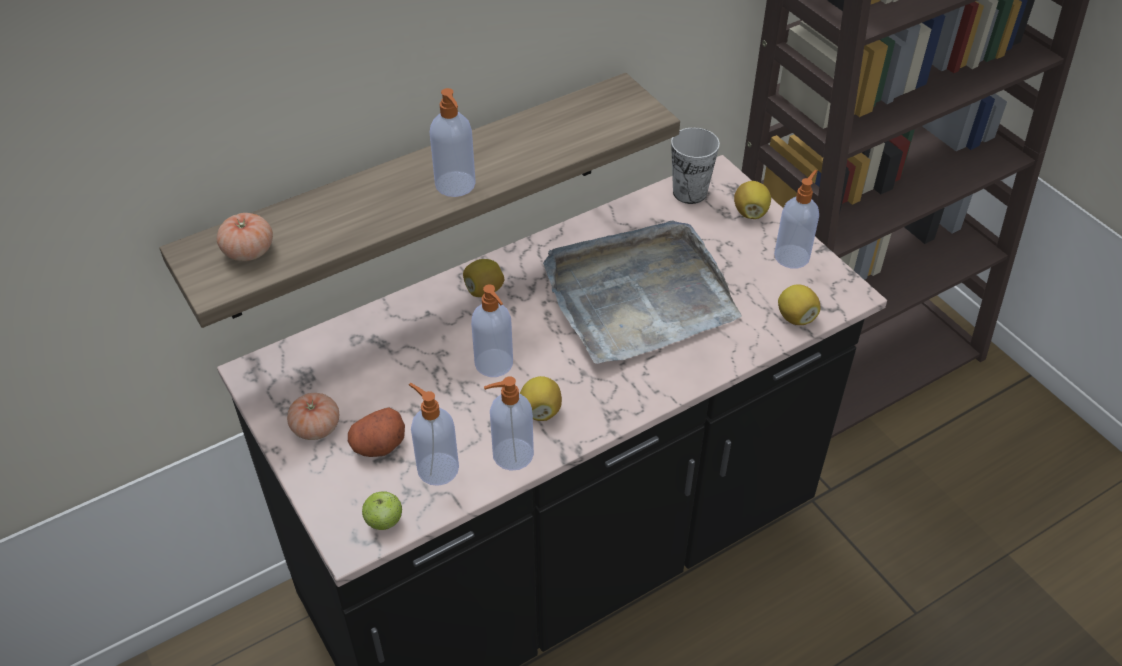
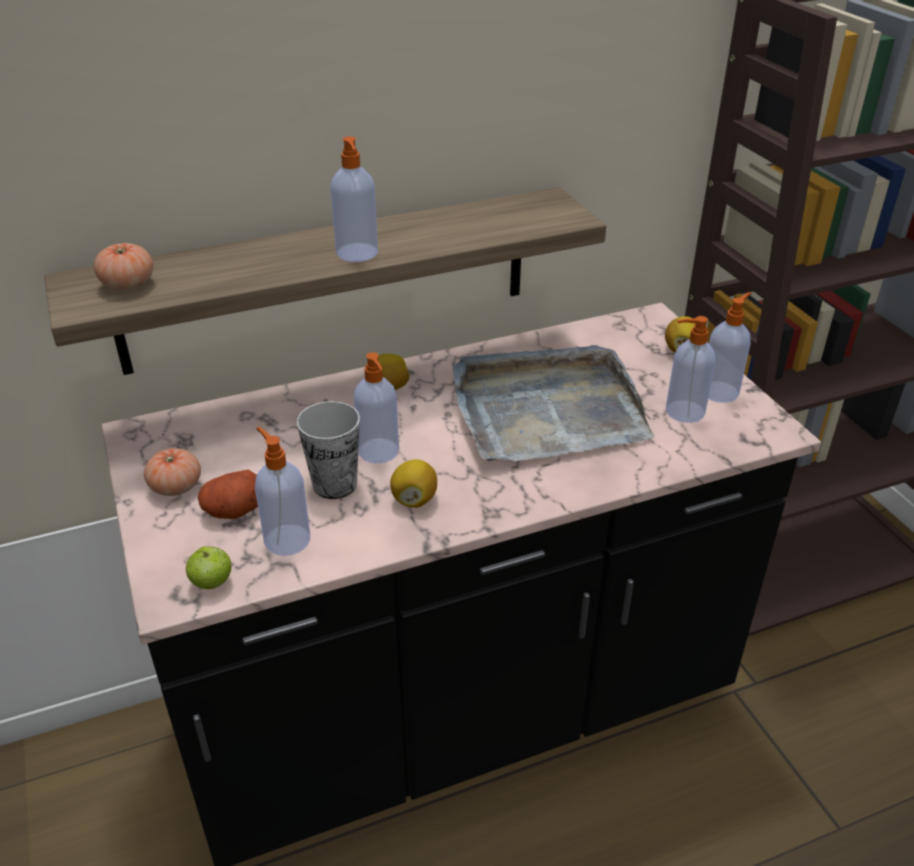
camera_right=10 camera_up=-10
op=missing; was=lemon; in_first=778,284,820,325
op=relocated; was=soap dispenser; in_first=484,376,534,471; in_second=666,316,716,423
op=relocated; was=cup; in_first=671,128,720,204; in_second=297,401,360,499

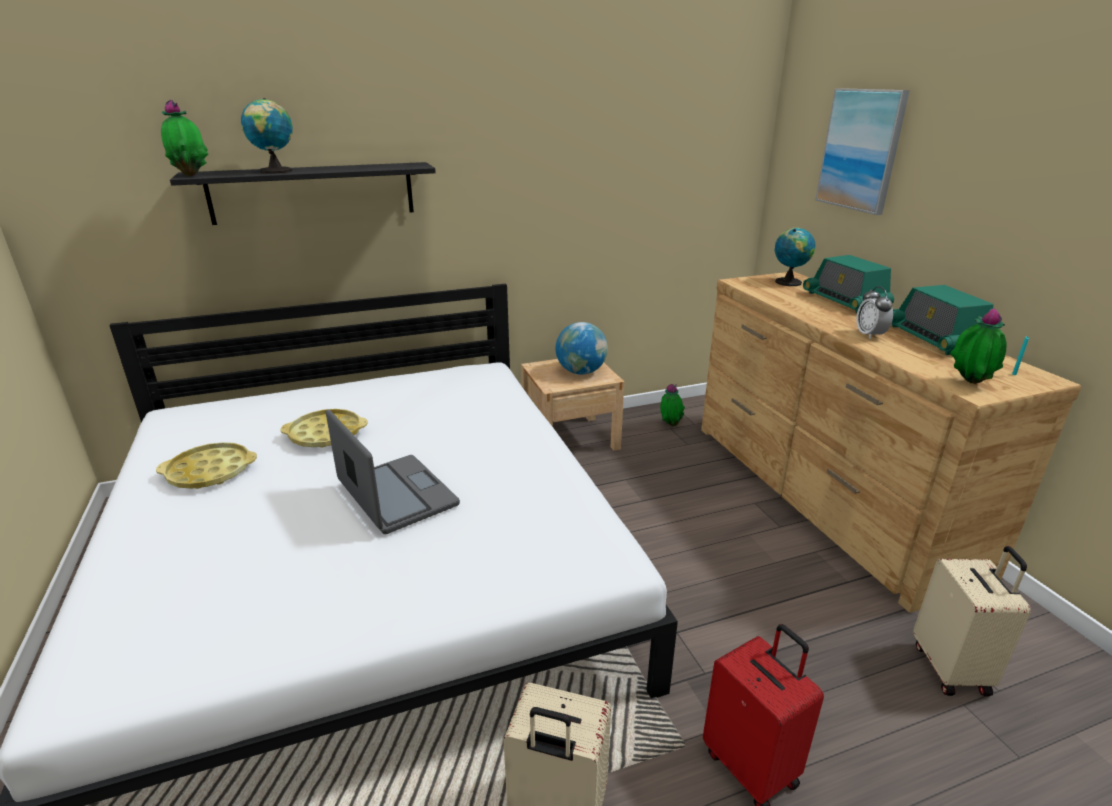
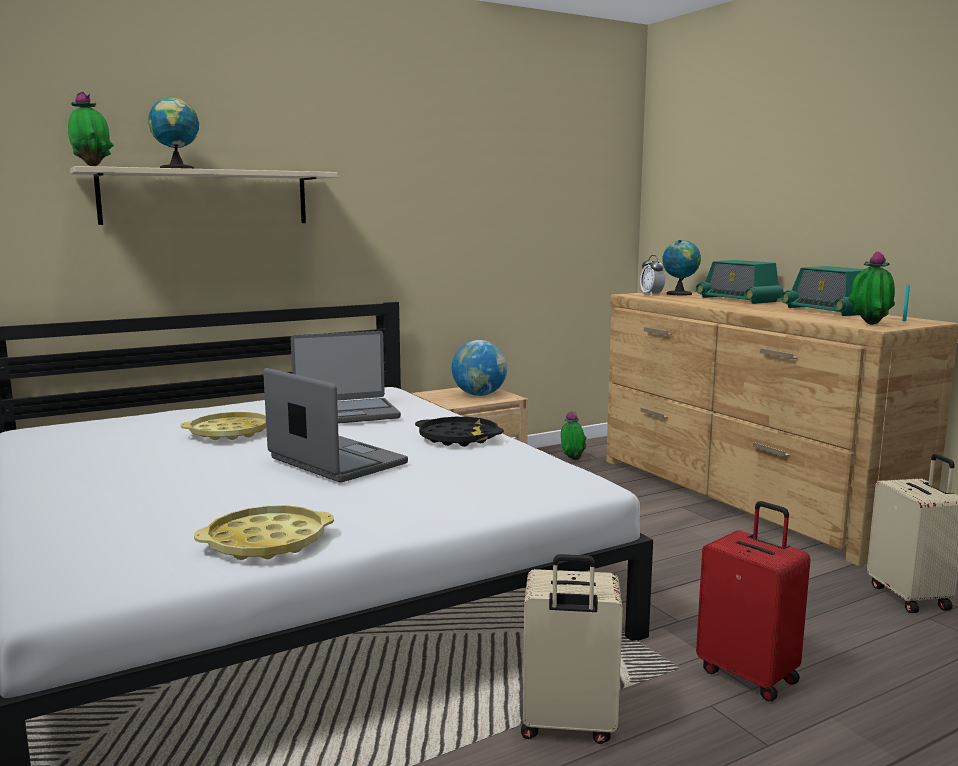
camera_right=-10 camera_up=-15
op=missing; was=picture; in_first=815,88,910,215
op=appeared; now=laptop; in_second=291,331,401,424
op=appeared; now=tray (black); in_second=415,417,504,447
op=relocated; was=tray (yellow); in_first=156,442,257,489; in_second=194,505,334,560
op=relocated; was=alarm clock; in_first=856,286,893,339; in_second=640,255,665,296
op=colour; was=shelf (black); now=shelf (beige); in_first=170,162,436,225; in_second=70,166,338,225

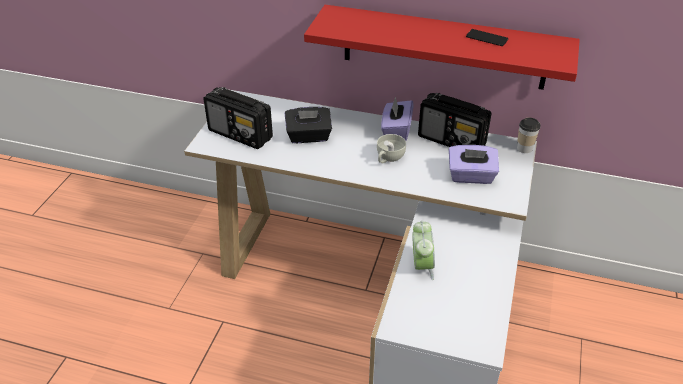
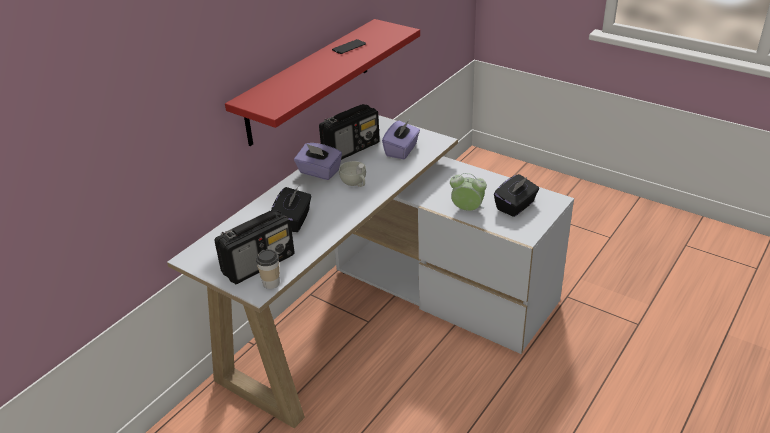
camera_right=-70 camera_up=-5
op=appeared; now=tissue box (black); in_second=494,174,539,217
op=relocated; was=cup; in_first=517,118,540,153; in_second=256,249,280,289

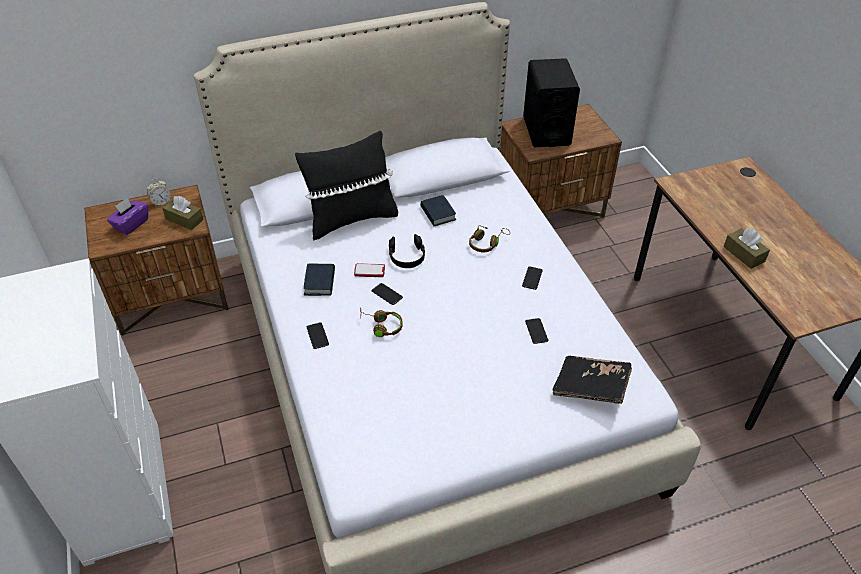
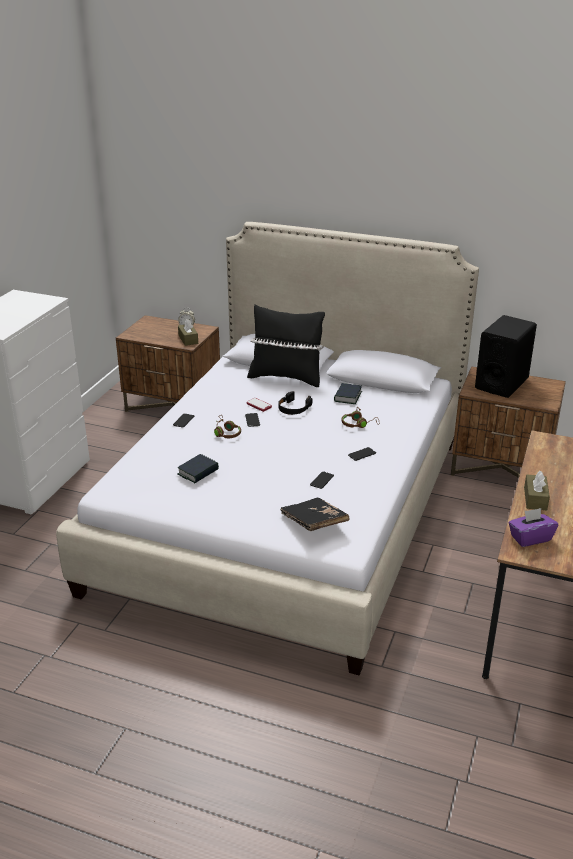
camera_right=40 camera_up=-15
op=relocated; was=tissue box (purple); in_first=107,197,148,235; in_second=508,508,558,547
op=relocated; was=book; in_first=304,264,335,296; in_second=177,454,219,483

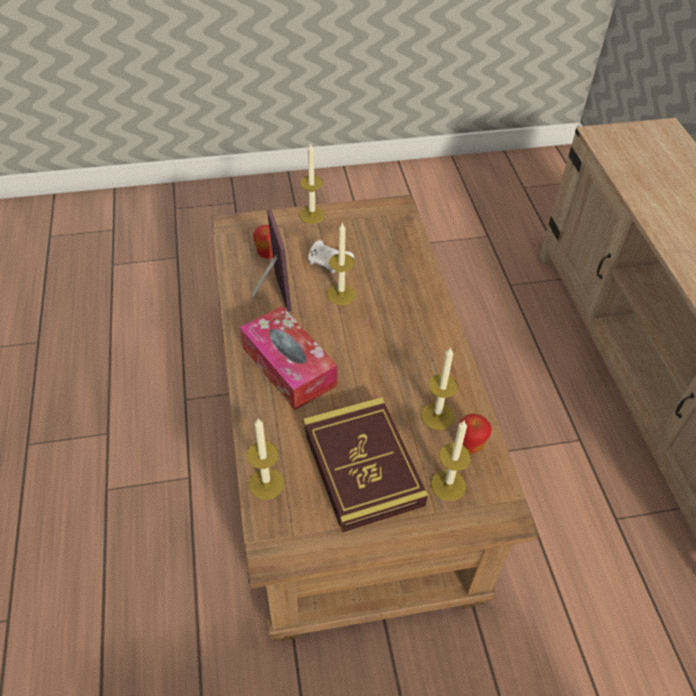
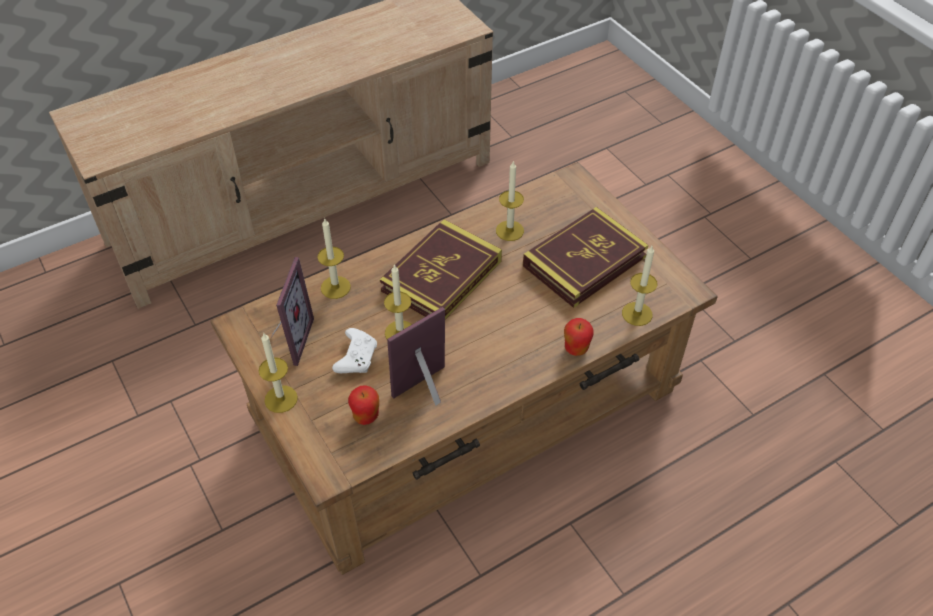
camera_right=-110 camera_up=0
op=missing; was=tissue box; in_first=240,306,337,410
op=appeared; now=picture frame; in_second=272,257,314,366
op=appeared; now=book; in_second=380,219,502,319
op=relocated; was=candle; in_first=431,421,471,501; in_second=317,218,351,299
op=relocated; was=apple; in_first=460,414,492,453; in_second=564,318,594,356

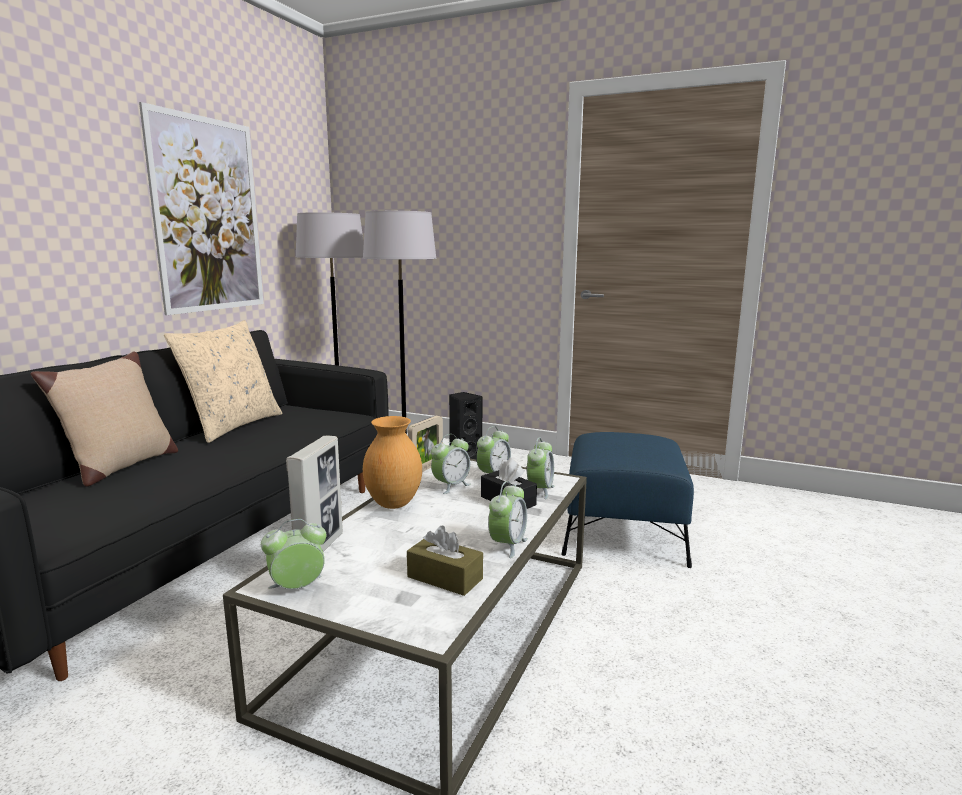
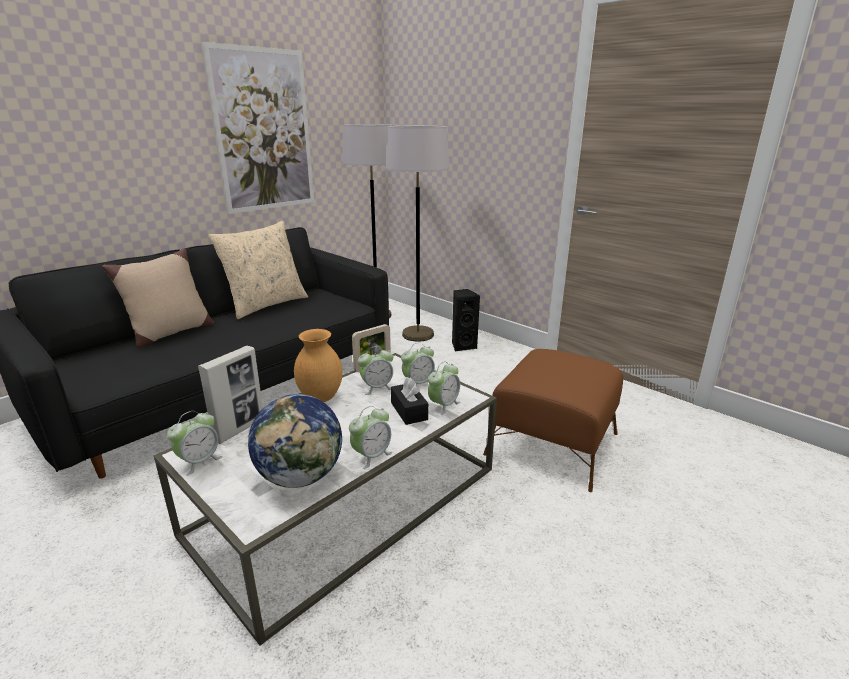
camera_right=20 camera_up=10
op=exchanged; was=tissue box (brown); now=globe; in_first=407,526,483,596; in_second=248,394,342,488
op=colour; was=ottoman (blue); now=ottoman (brown); in_first=561,432,694,568; in_second=483,349,623,492
op=spun; was=alarm clock; in_first=261,519,327,589; in_second=167,411,223,476; clockwise=135

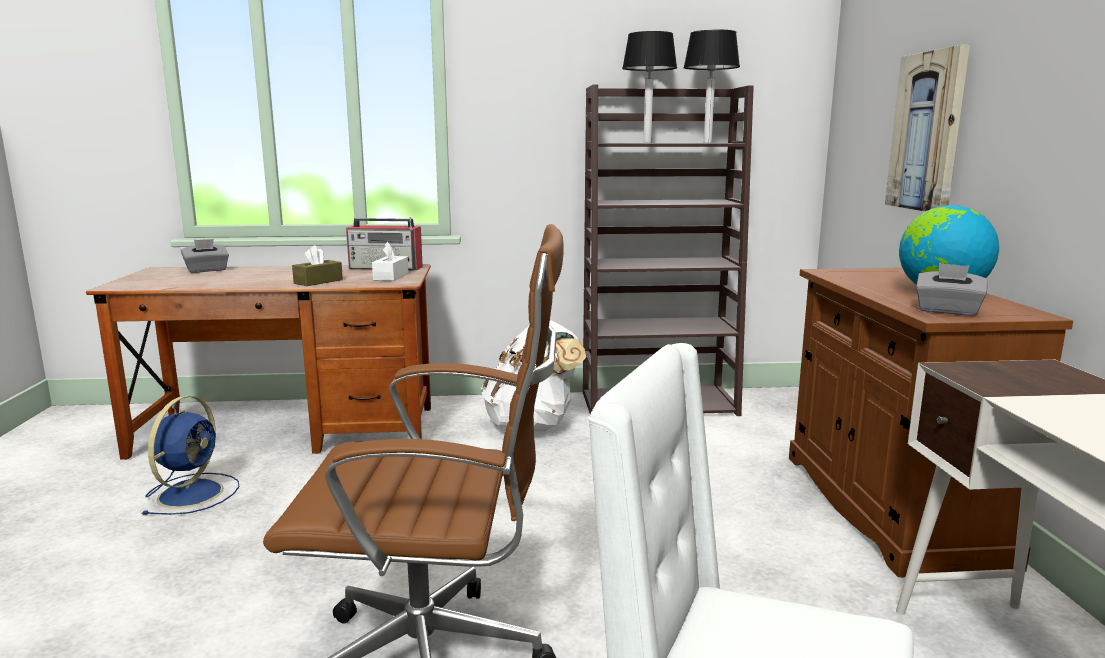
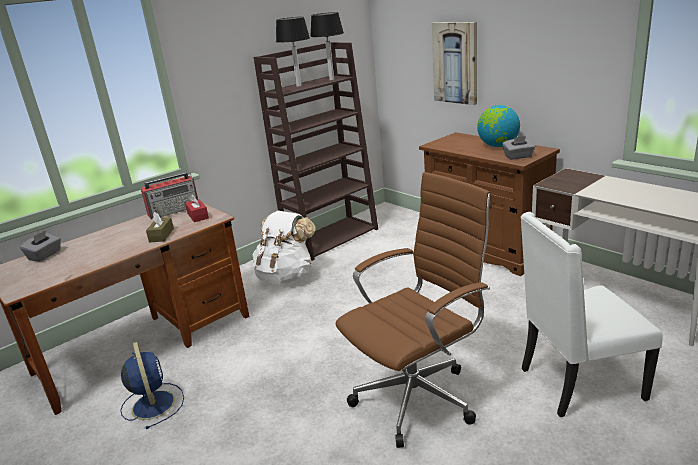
camera_right=-35 camera_up=10
op=colour; was=tissue box (white); now=tissue box (red); in_first=372,242,409,281; in_second=185,194,209,222

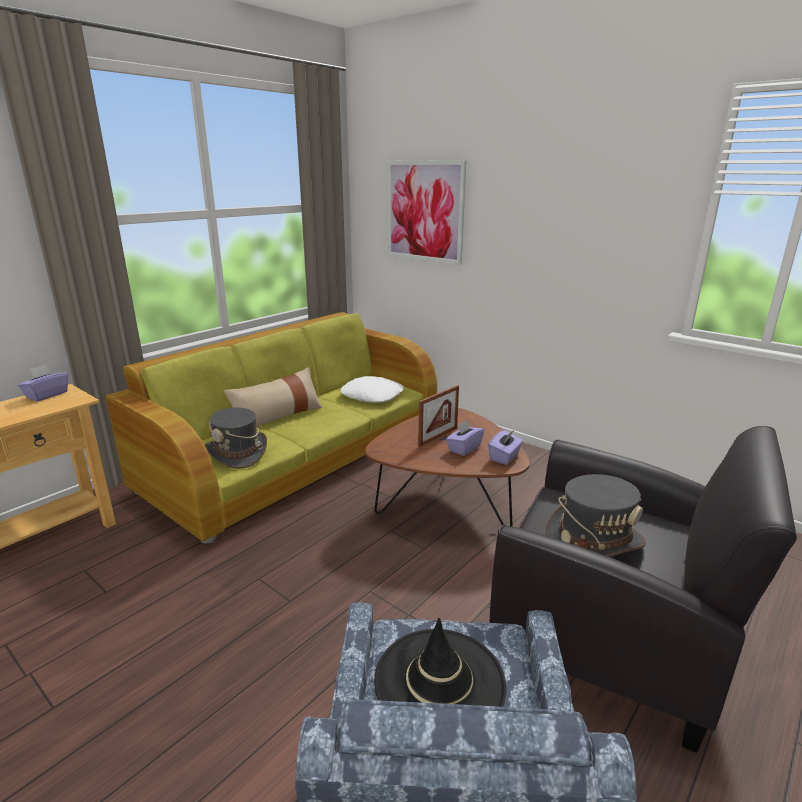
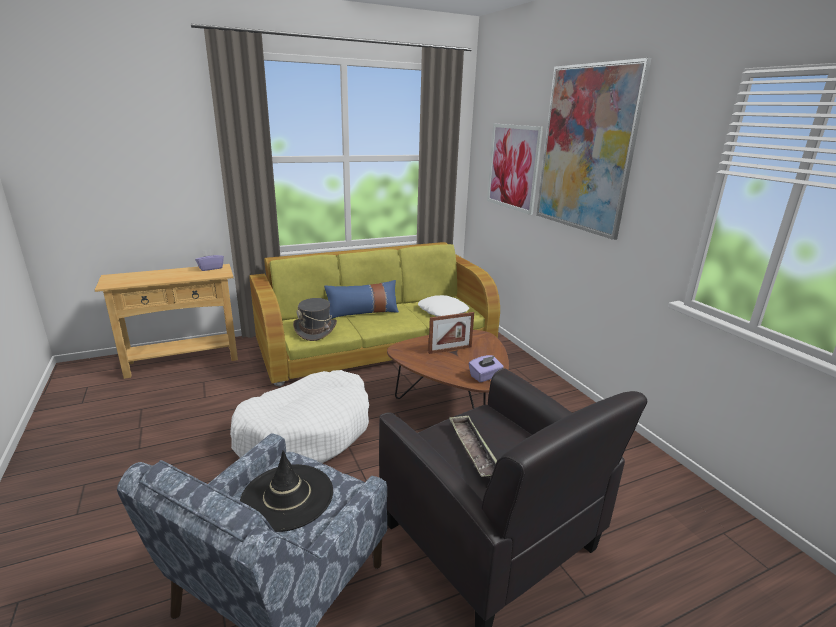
camera_right=25 camera_up=0
op=missing; was=tissue box (purple); in_first=446,420,484,456
op=appeared; now=dog bed (white); in_second=230,370,369,463
op=appeared; now=picture; in_second=536,58,651,240
op=exchanged; was=hat (grey); now=tray; in_first=546,474,646,557; in_second=449,415,497,478
op=colour; was=pillow (beige); now=pillow (blue); in_first=224,367,322,427; in_second=324,280,399,319

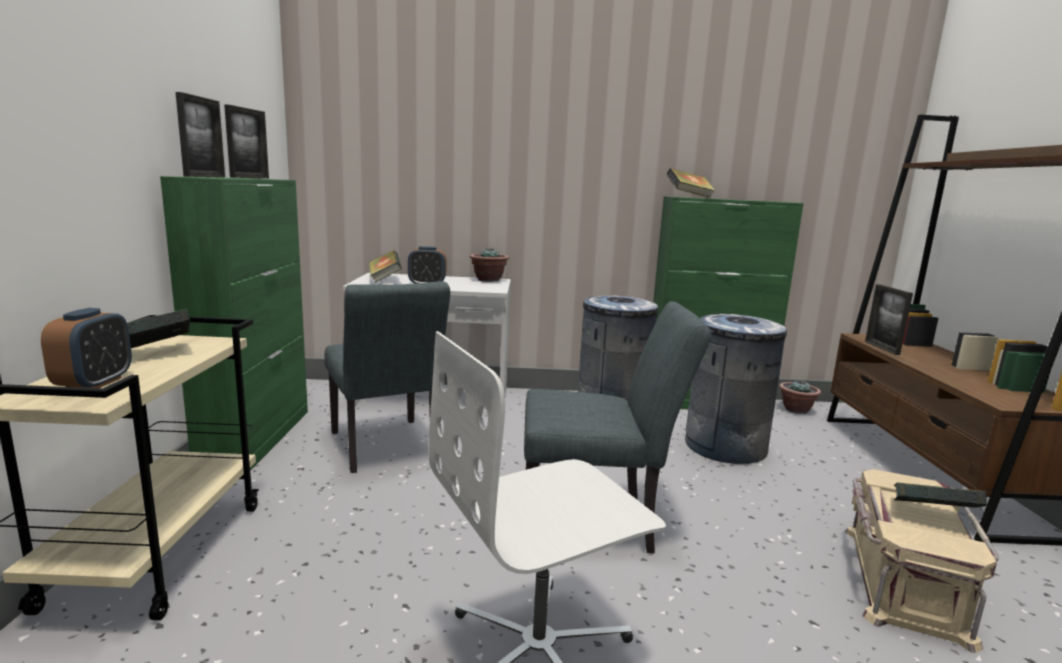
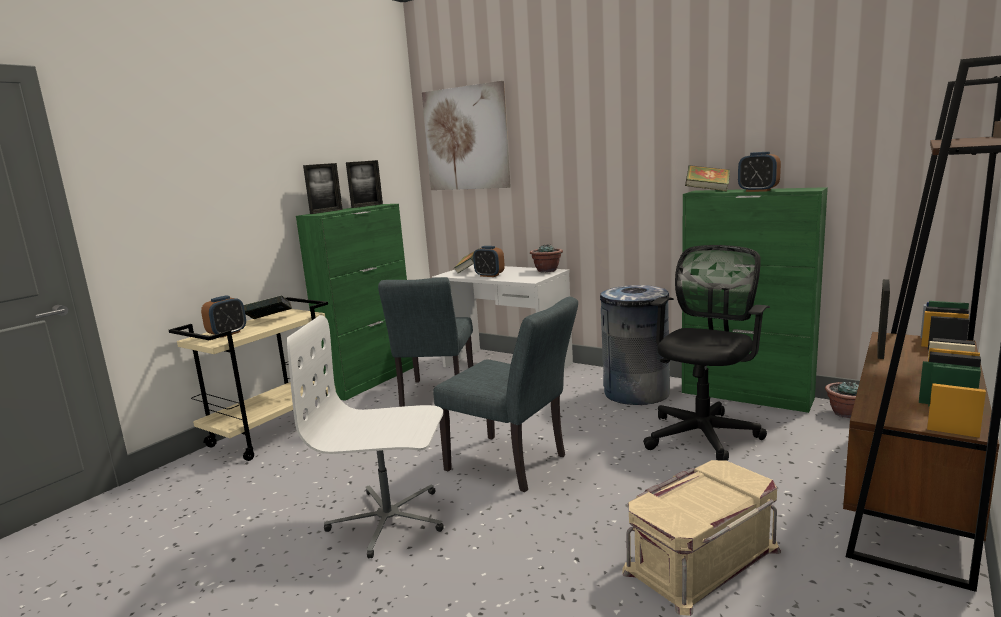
camera_right=35 camera_up=0
op=missing; was=book; in_first=894,482,987,508
op=appeared; now=picture; in_second=422,81,511,190
op=appeared; now=alarm clock; in_second=738,152,781,192
op=exchanged; was=trash can (grey); now=office chair (black); in_first=685,314,787,464; in_second=643,245,770,461

